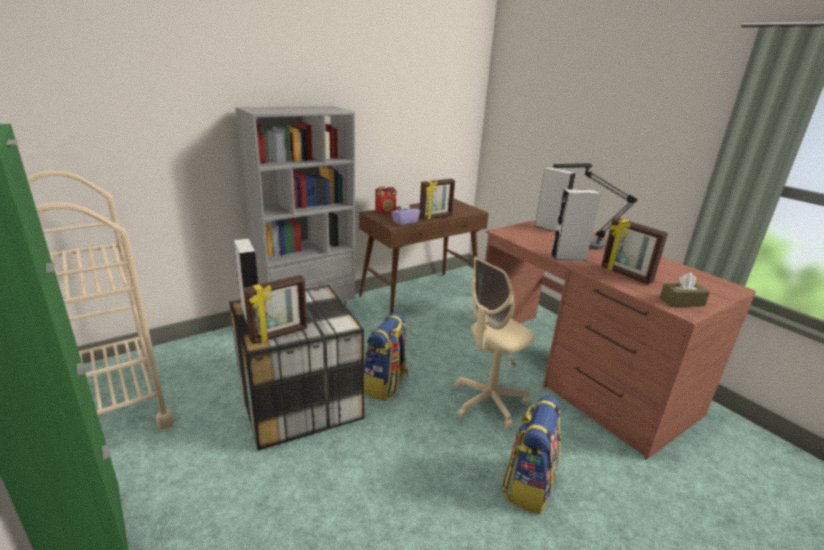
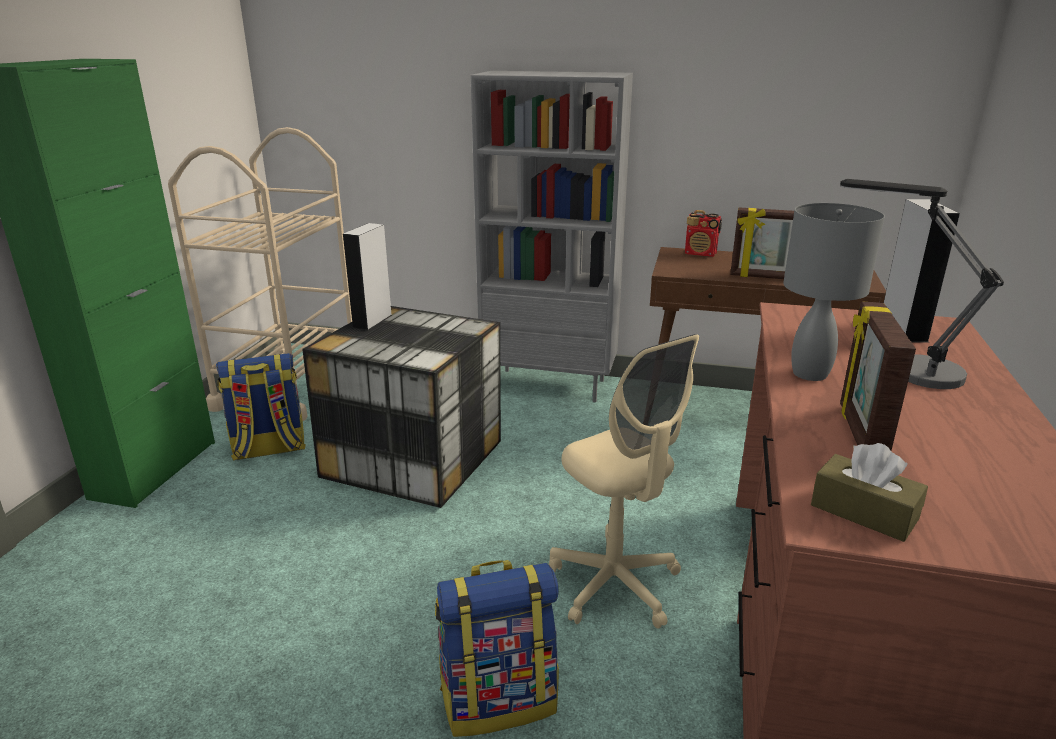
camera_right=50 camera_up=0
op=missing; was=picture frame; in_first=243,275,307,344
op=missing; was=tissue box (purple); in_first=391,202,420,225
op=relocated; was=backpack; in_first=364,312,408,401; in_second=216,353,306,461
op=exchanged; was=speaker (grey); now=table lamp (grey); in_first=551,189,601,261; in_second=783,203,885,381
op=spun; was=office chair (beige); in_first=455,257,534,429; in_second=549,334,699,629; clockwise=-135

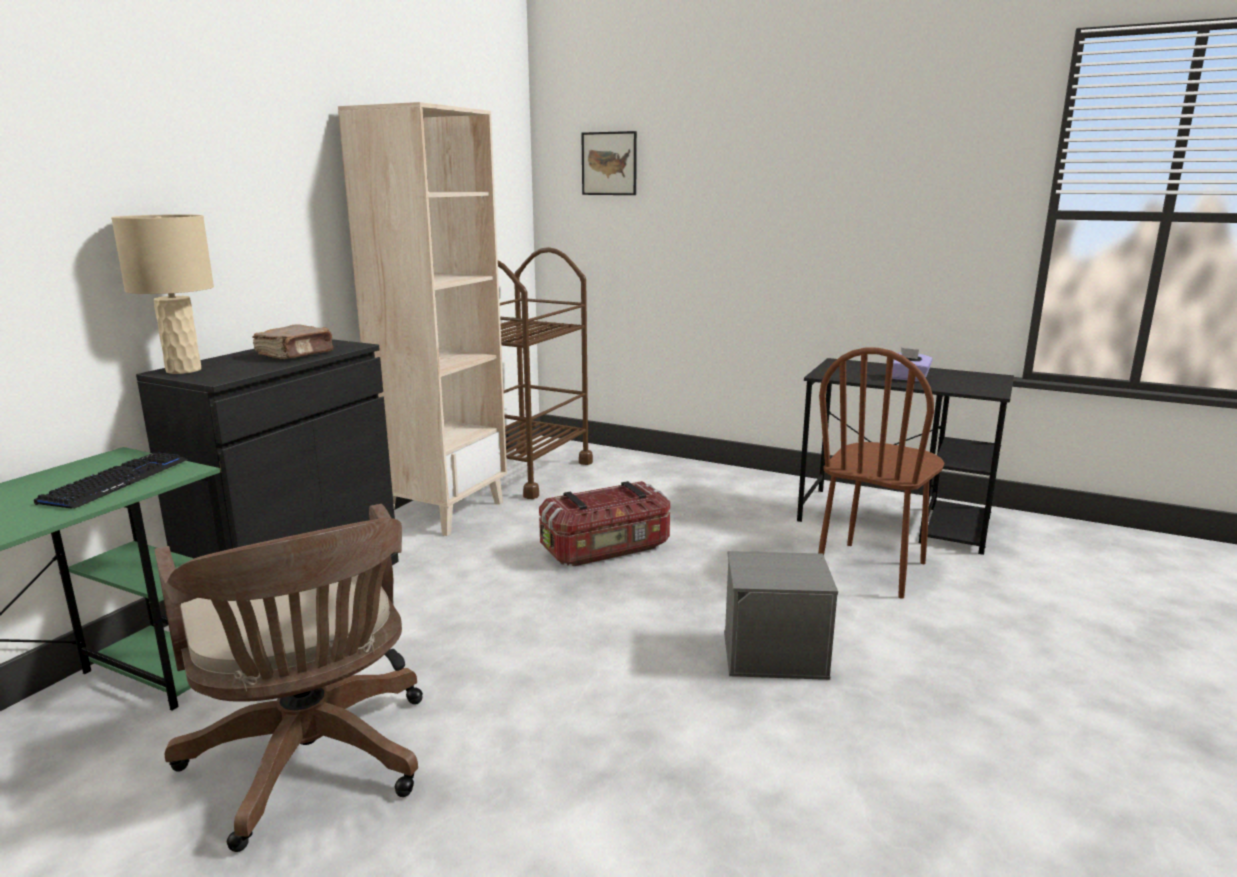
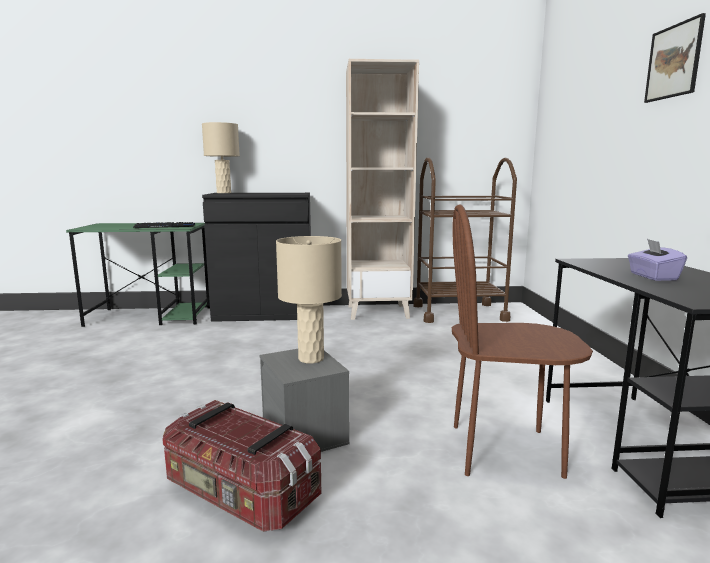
camera_right=60 camera_up=-5
op=missing; was=office chair (brown); in_first=154,504,423,852
op=missing; was=book (brown); in_first=253,324,333,359
op=appeared; now=table lamp (beige); in_second=276,236,342,363
op=relocated; was=storage box; in_first=539,481,670,566; in_second=162,400,321,532
op=relocated; was=picture; in_first=581,131,637,195; in_second=644,13,706,103

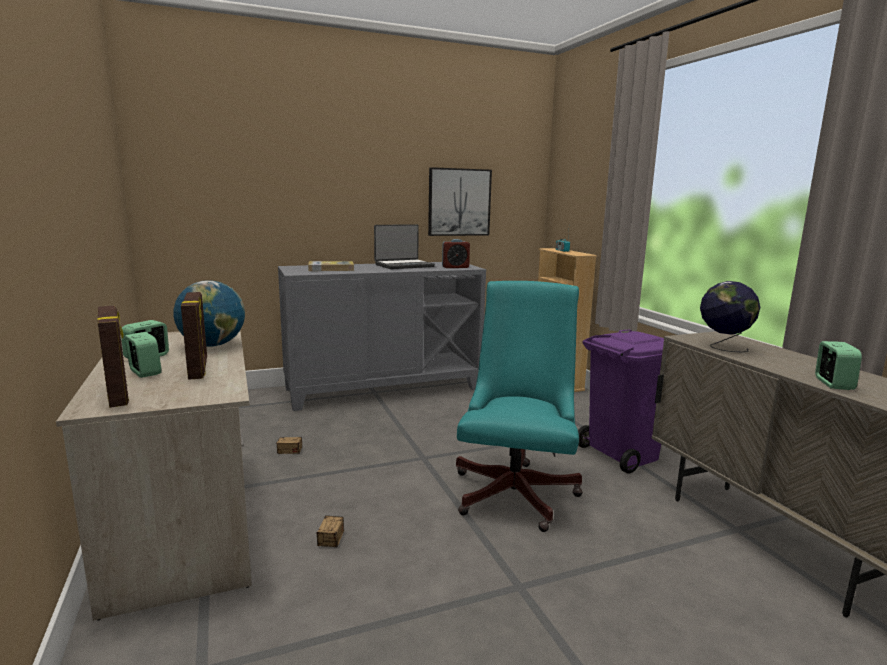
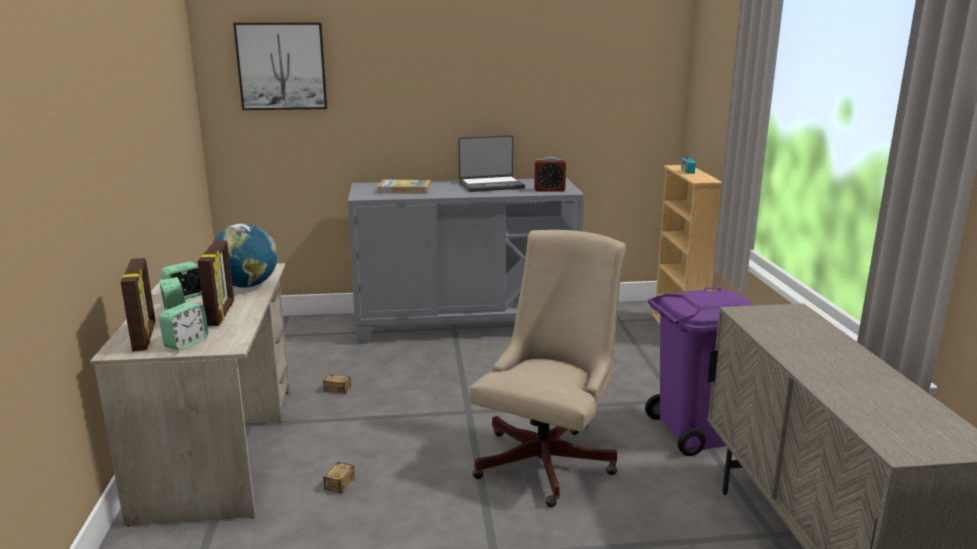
camera_right=15 camera_up=5
op=missing; was=globe; in_first=700,281,760,353
op=relocated; was=picture; in_first=428,167,492,236; in_second=233,23,327,110
op=relocated; was=alarm clock; in_first=815,341,862,390; in_second=159,302,208,350
op=colour; was=office chair (turquoise); now=office chair (beige); in_first=456,281,583,532; in_second=469,230,626,507

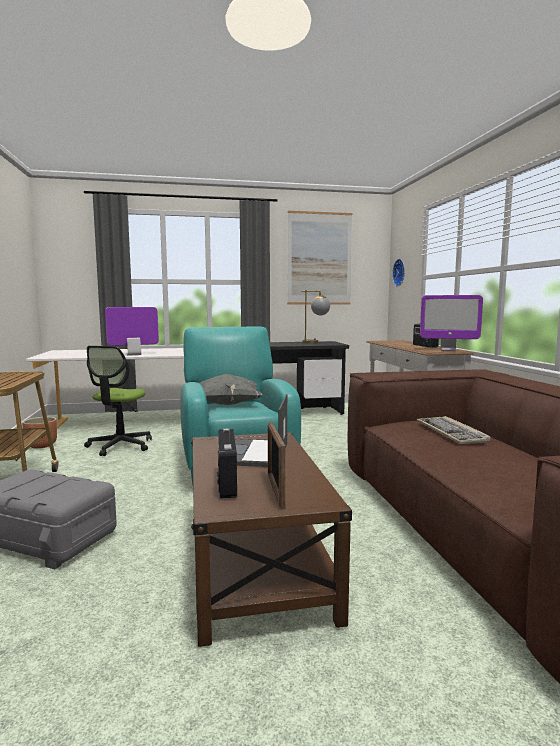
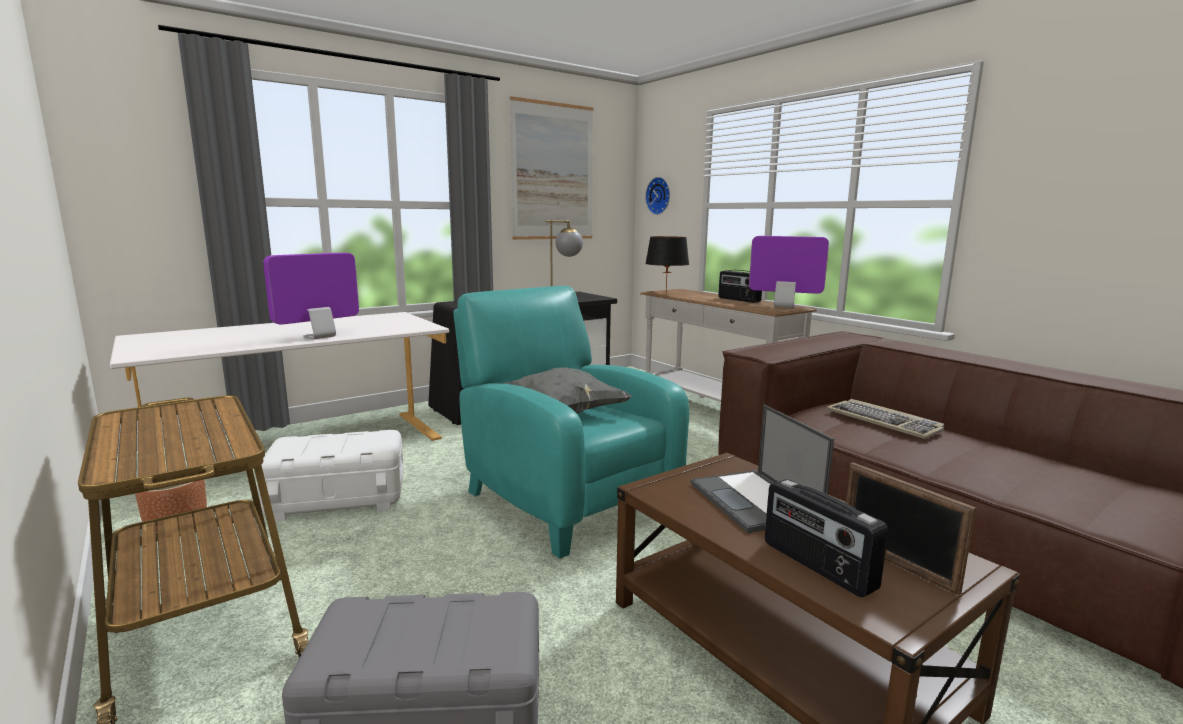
camera_right=-25 camera_up=5
op=appeared; now=table lamp (black); in_second=645,236,689,293
op=exchanged; was=office chair; now=storage box (white); in_first=84,346,152,456; in_second=257,430,404,522
op=spun; was=monitor; in_first=420,295,483,351; in_second=749,236,829,308; clockwise=-150

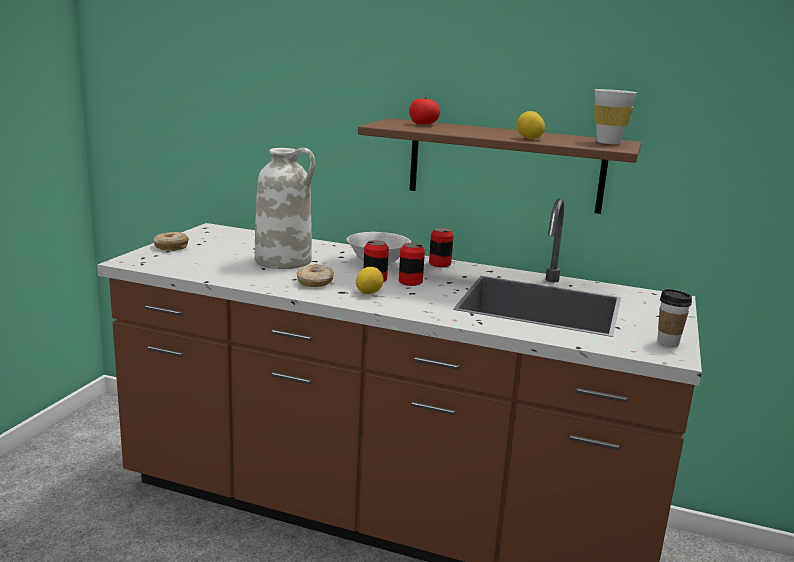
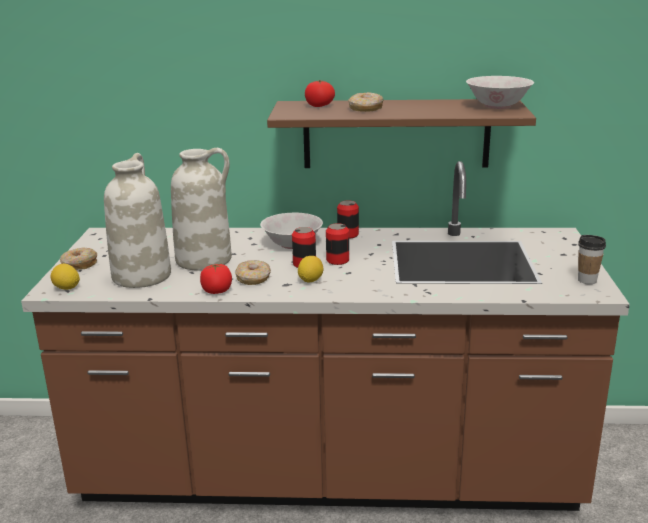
camera_right=-15 camera_up=5
op=appeared; now=vase (white); in_second=104,153,171,288
op=appeared; now=tomato; in_second=200,263,232,294
op=appeared; now=donut; in_second=348,92,384,112
op=relocated; was=lemon; in_first=517,111,545,139; in_second=50,264,80,290
op=exchanged; was=cup (white); now=bowl (white); in_first=594,89,637,144; in_second=466,76,534,109

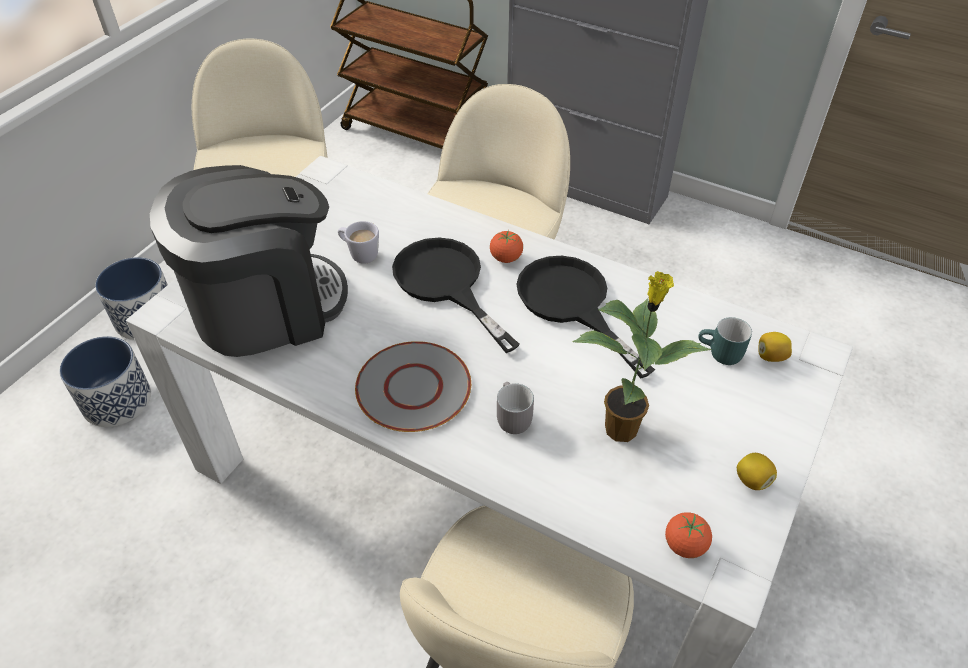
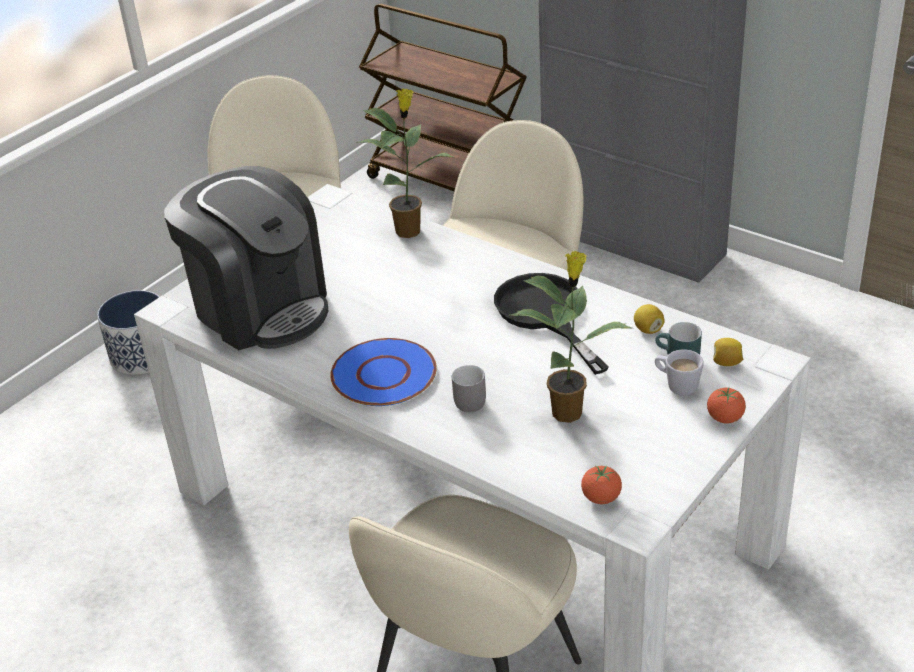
camera_right=10 camera_up=-10
op=missing; was=planter; in_first=59,336,151,427
op=missing; was=frying pan (black); in_first=392,238,520,353
op=appeared; now=potted plant; in_second=359,89,453,238
op=relocated; was=mug (white); in_first=338,221,379,264; in_second=655,349,704,396
op=relocated; was=tomato; in_first=490,230,523,263; in_second=707,388,746,424
op=relocated; was=lemon; in_first=737,453,777,490; in_second=634,304,664,334
op=colour; was=plate (grey); now=plate (blue); in_first=355,341,471,432; in_second=330,338,437,406
op=spun; was=coffee machine; in_first=150,165,348,357; in_second=164,166,328,350; clockwise=60

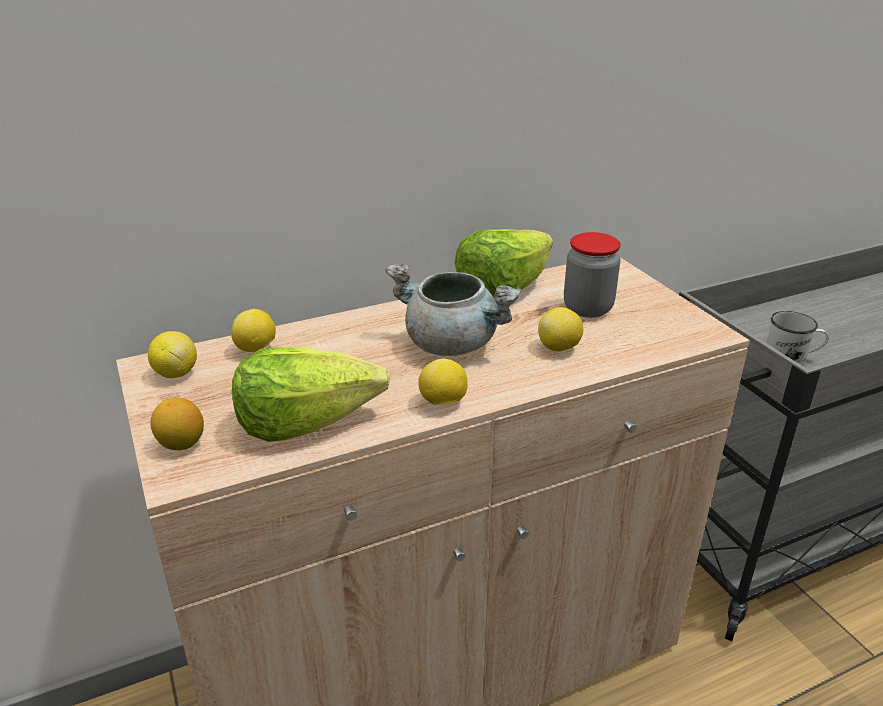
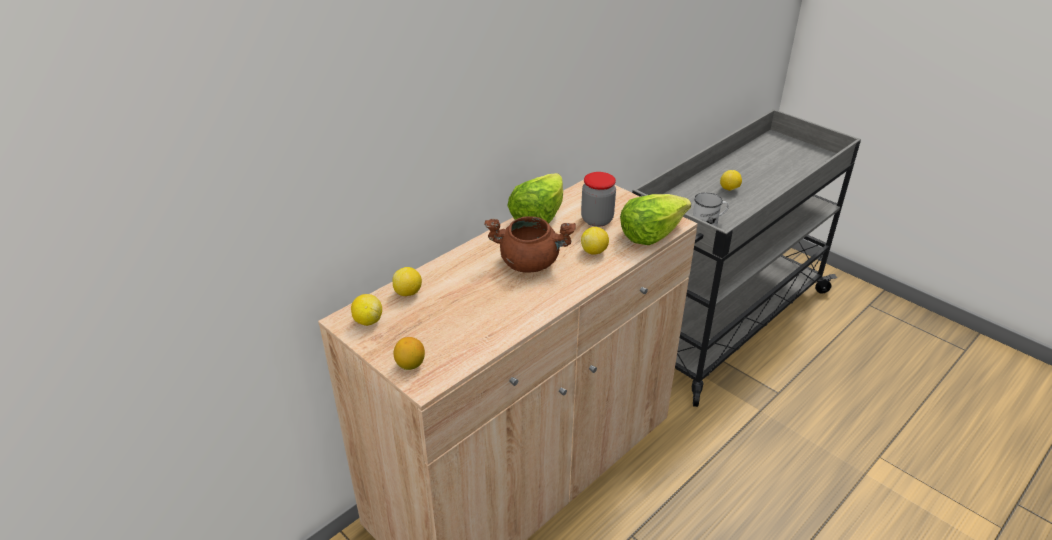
camera_right=-20 camera_up=5
op=relocated; was=lettuce; in_first=232,347,390,442; in_second=620,194,691,245
op=relocated; was=lemon; in_first=418,358,468,405; in_second=720,170,742,191
op=colour; was=cooking pot (grey); now=cooking pot (brown); in_first=385,263,521,356; in_second=484,216,576,273

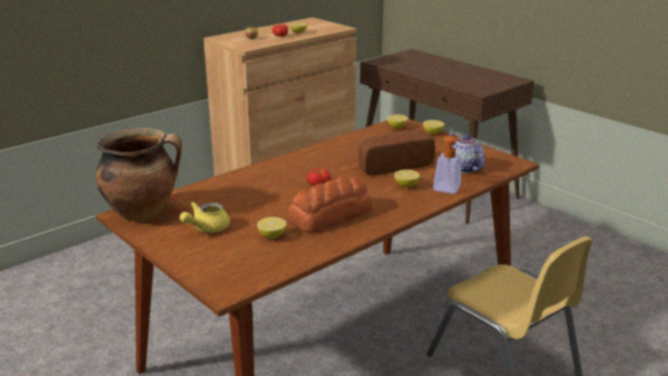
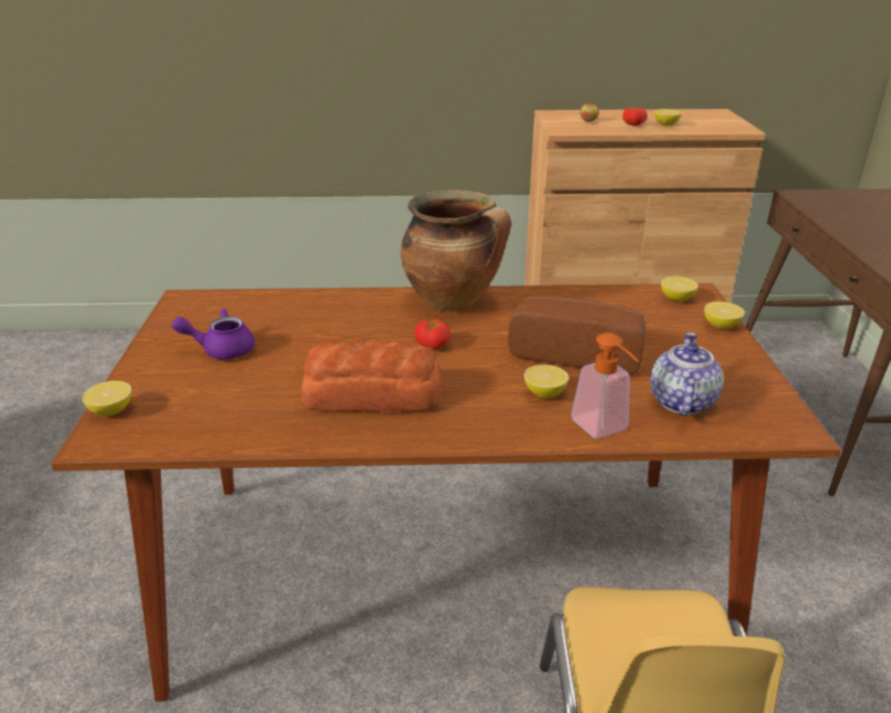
camera_right=40 camera_up=5
op=relocated; was=cooking pot; in_first=96,128,182,221; in_second=401,190,511,312
op=relocated; was=lemon; in_first=257,217,287,238; in_second=82,381,132,416
op=colour; was=teapot (yellow); now=teapot (purple); in_first=180,202,230,233; in_second=172,308,255,359

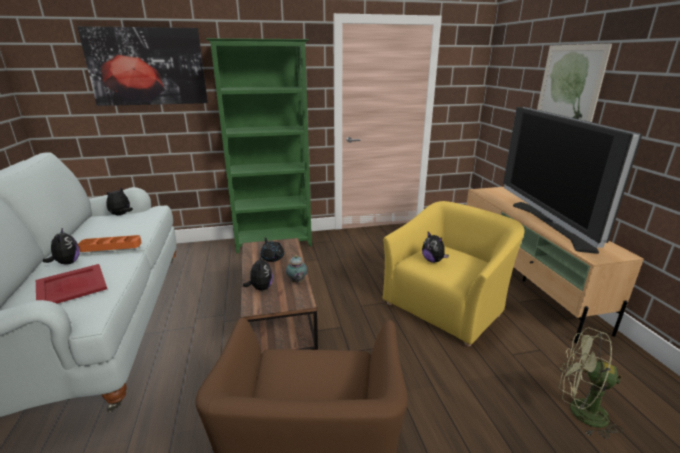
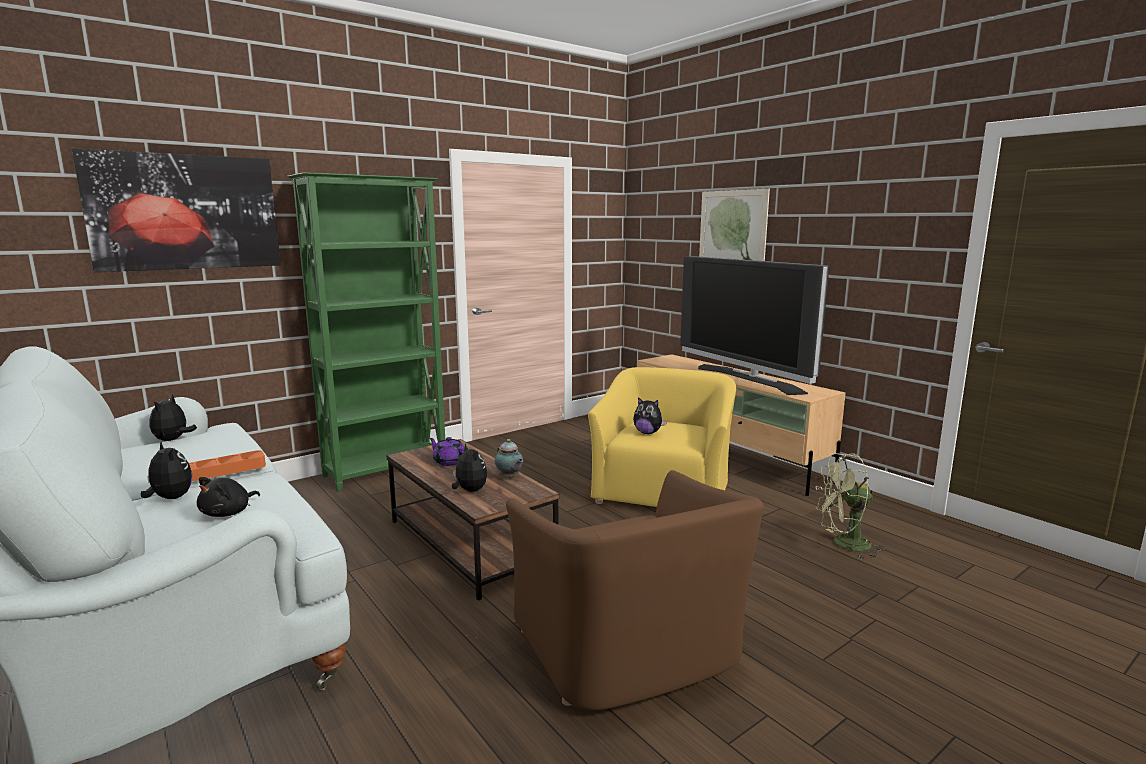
camera_right=-25 camera_up=-10
op=exchanged; was=tray (red); now=plush toy (black); in_first=36,264,107,304; in_second=197,477,260,517
op=colour; was=teapot (black); now=teapot (purple); in_first=260,238,284,262; in_second=429,437,464,466

